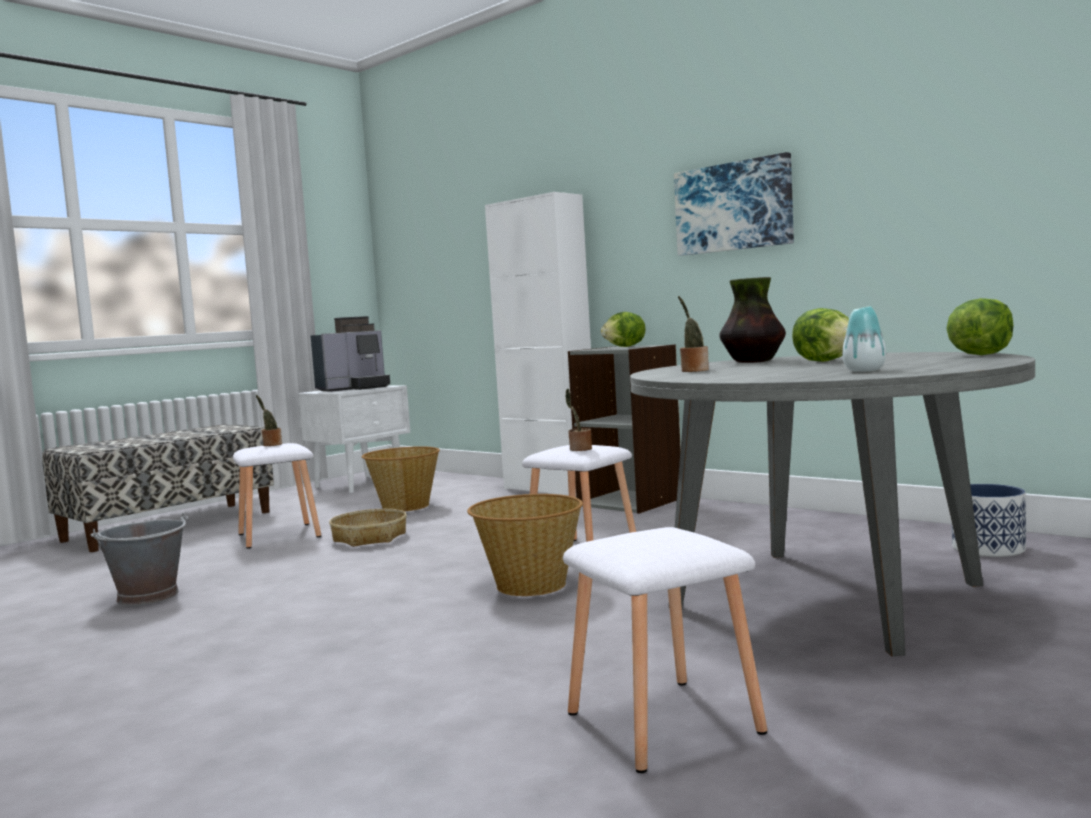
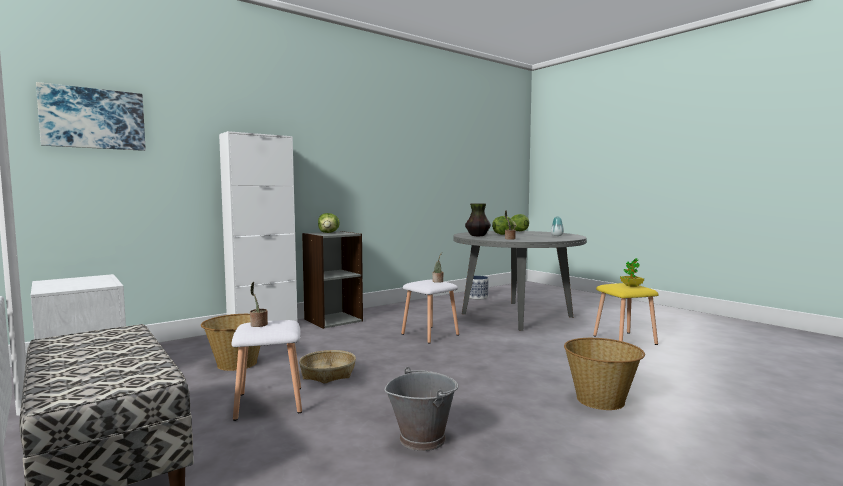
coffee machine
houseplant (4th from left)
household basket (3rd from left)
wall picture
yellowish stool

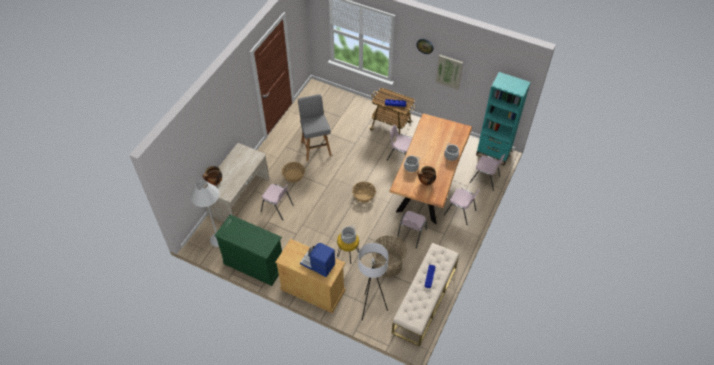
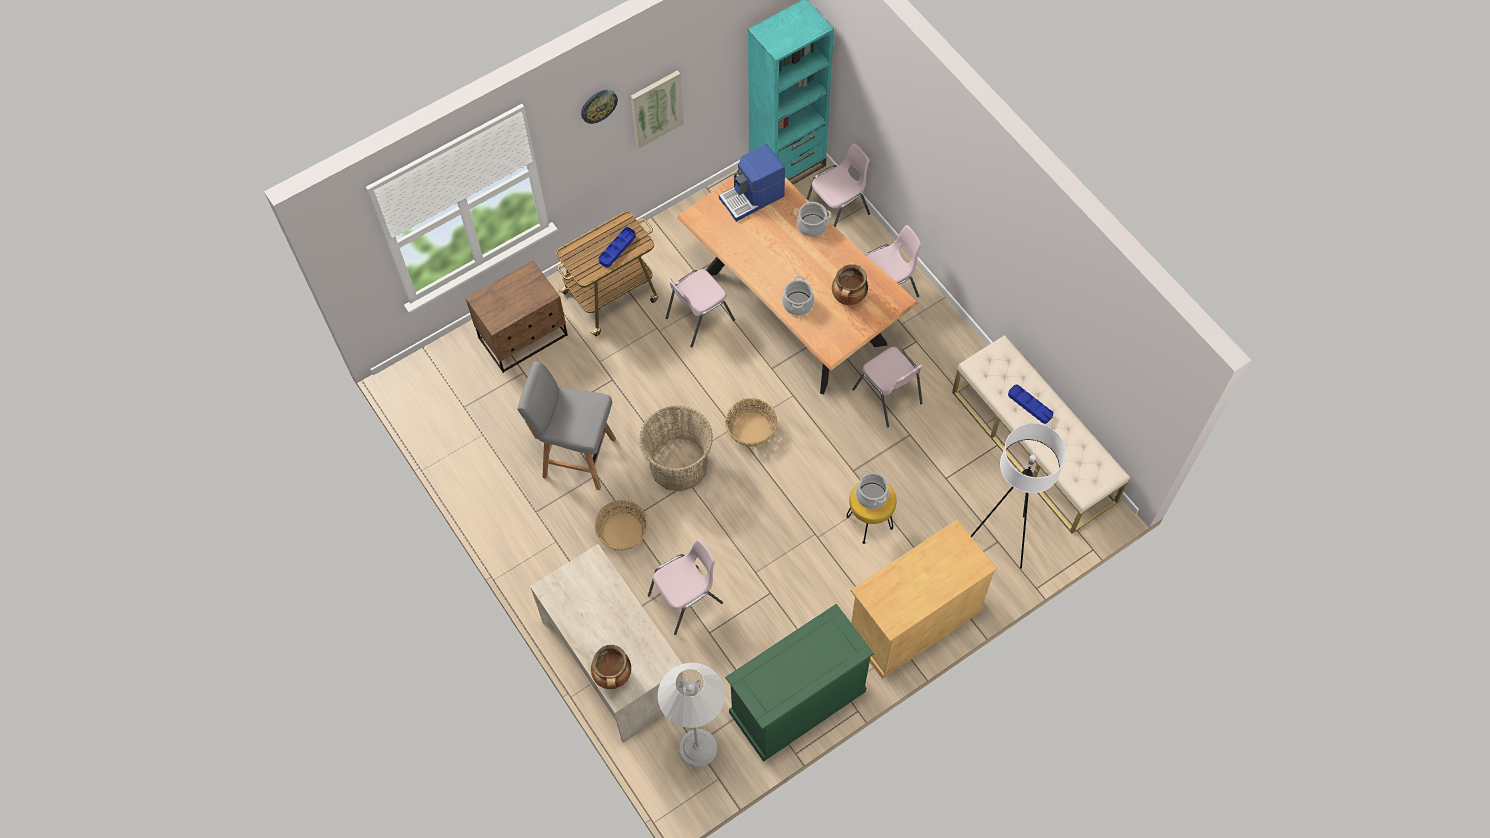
brown-coloured nightstand
coffee machine
household basket (2nd from left)

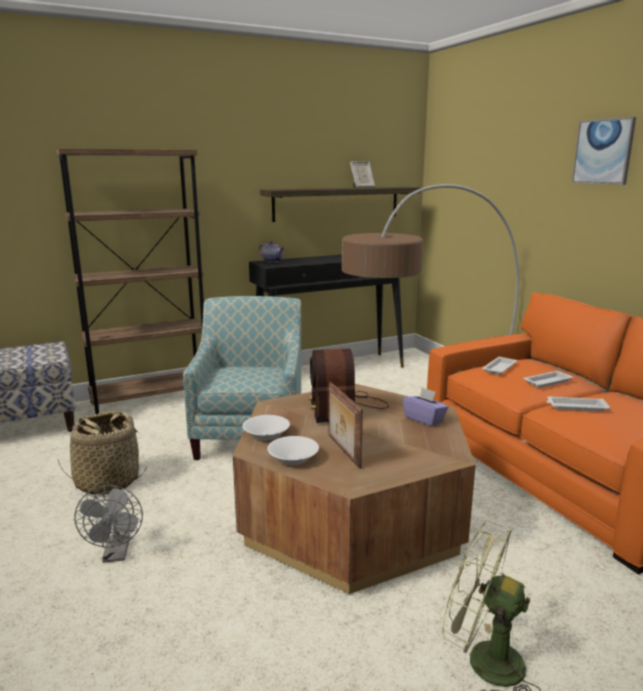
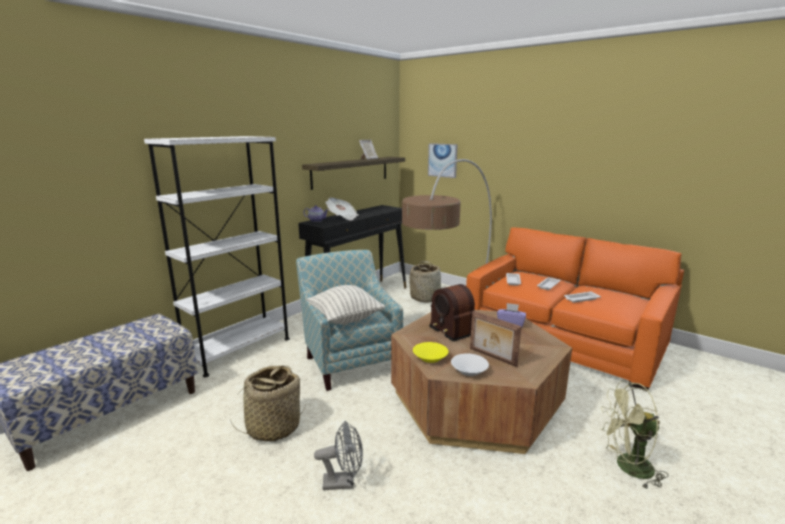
cushion
newspaper
household basket (2nd from left)
wall picture
white-coloured shelving unit
yellowish deep dish
greyish fan

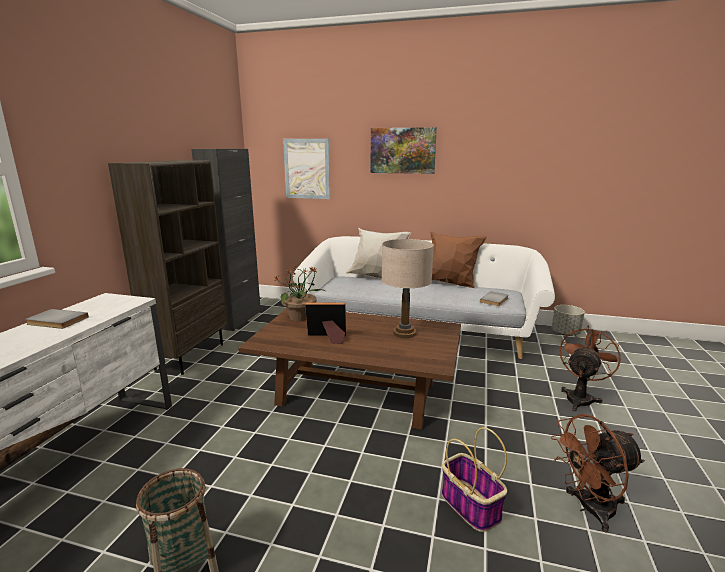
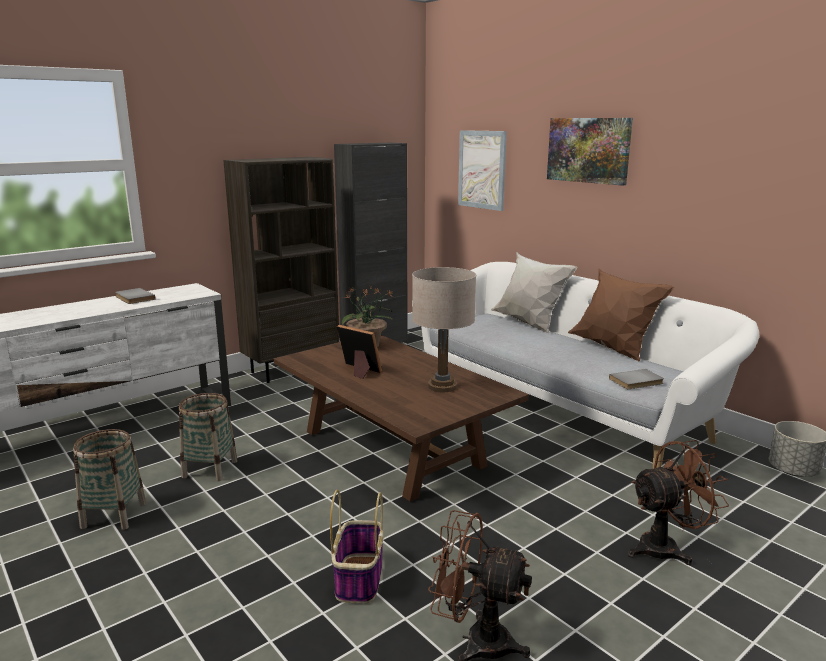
household basket (2nd from left)

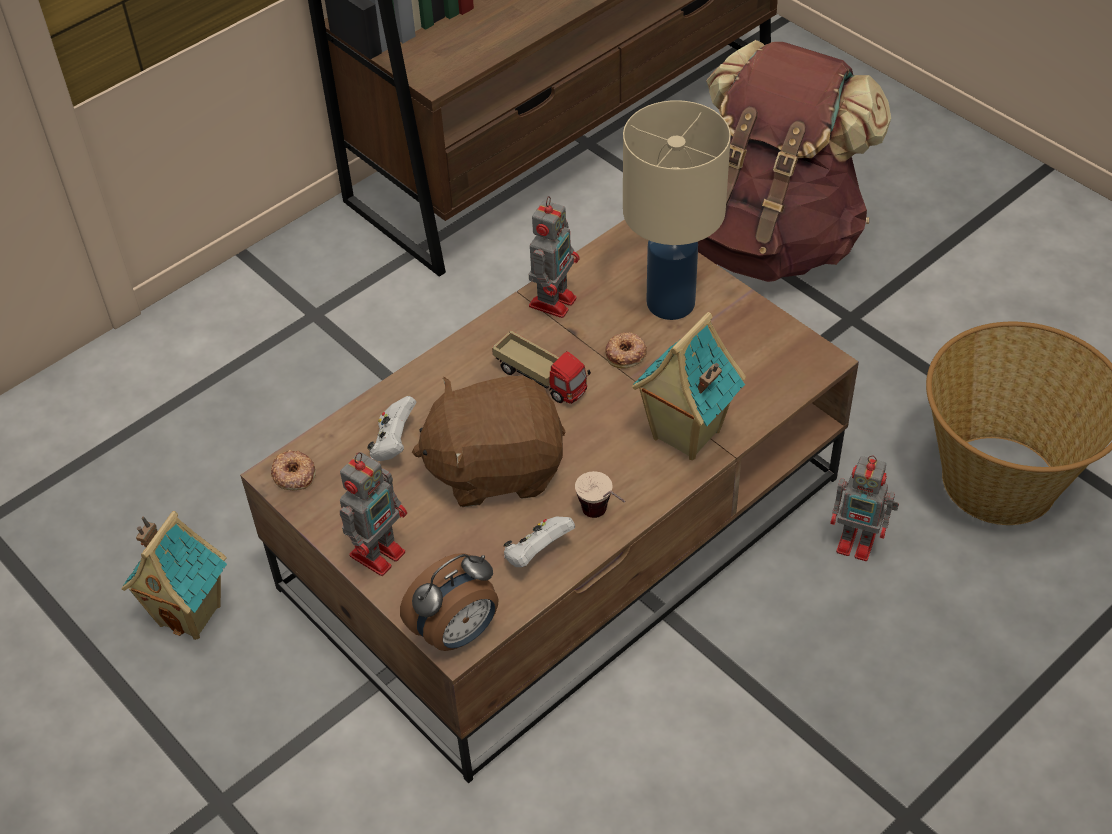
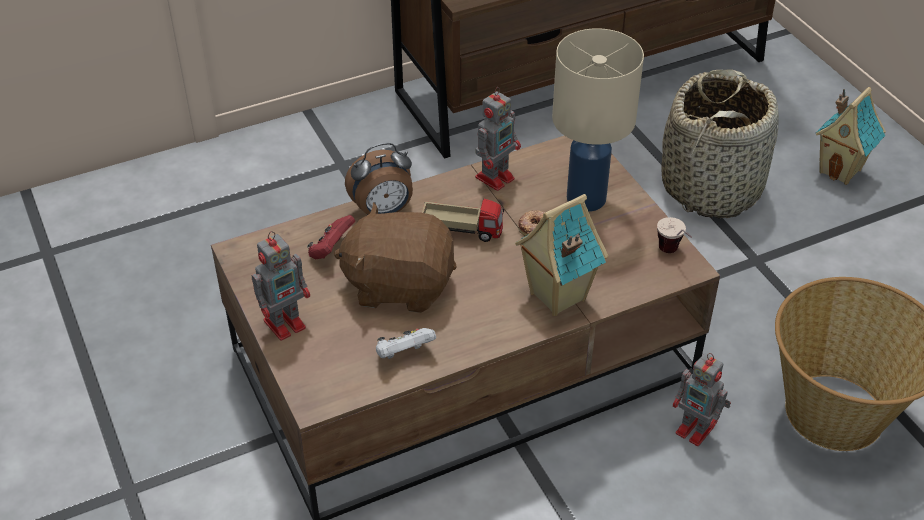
donut (1st from left in the first image)
toy house (2nd from left)
bedside clock
drinking cup
household basket (1st from left)
red-coloured game controller
toy lorry

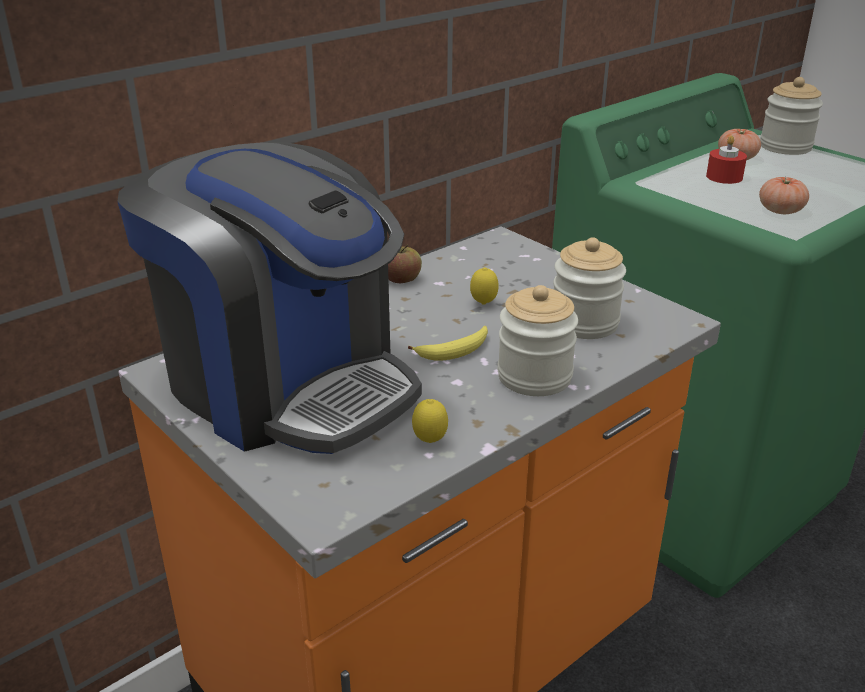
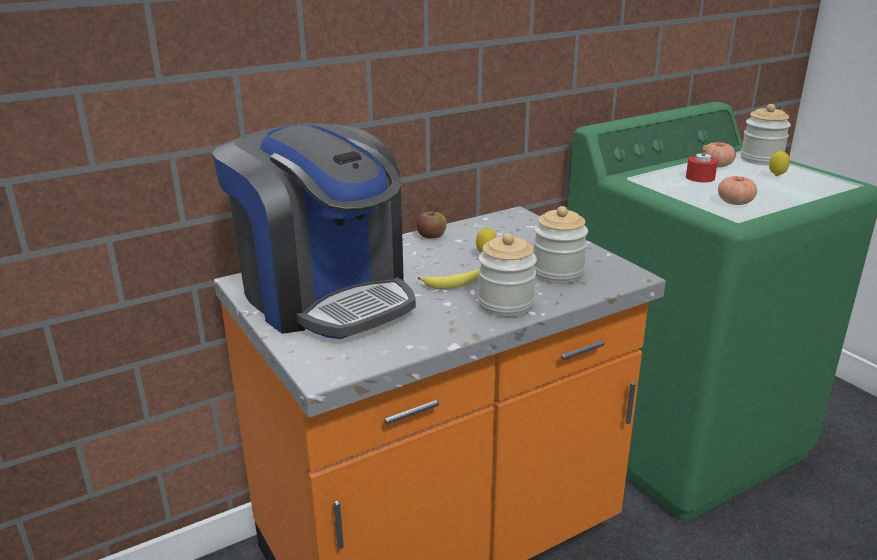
whole lemon (2nd from left)

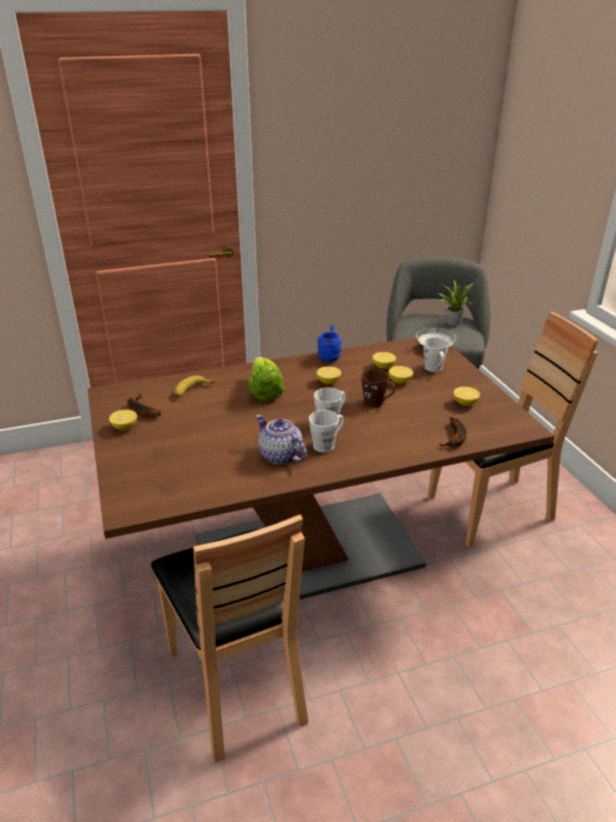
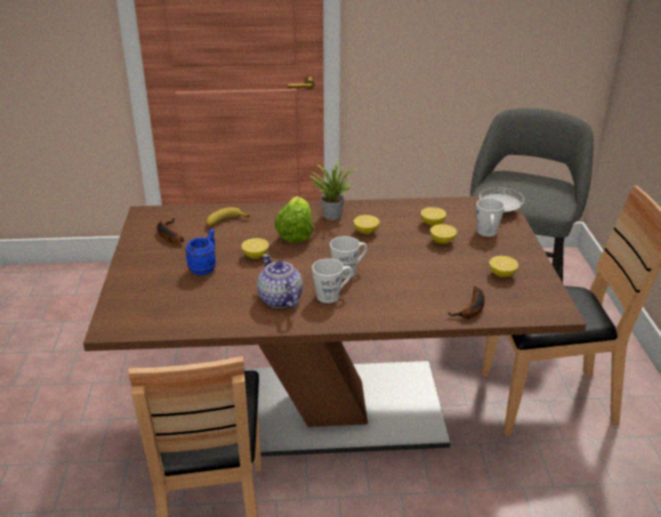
brown-coloured mug
whole lemon (1st from left)
blue mug
houseplant

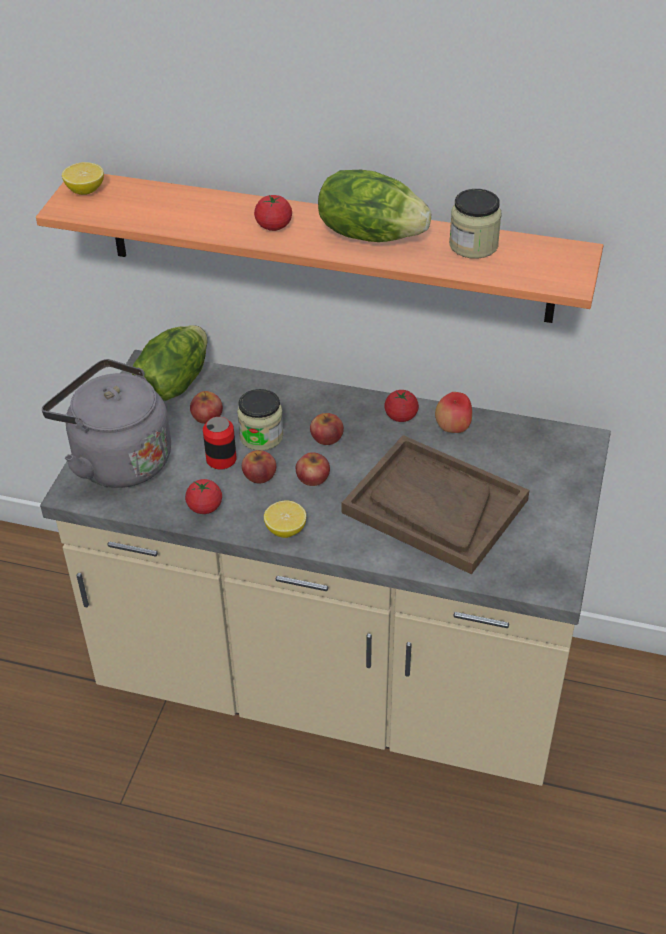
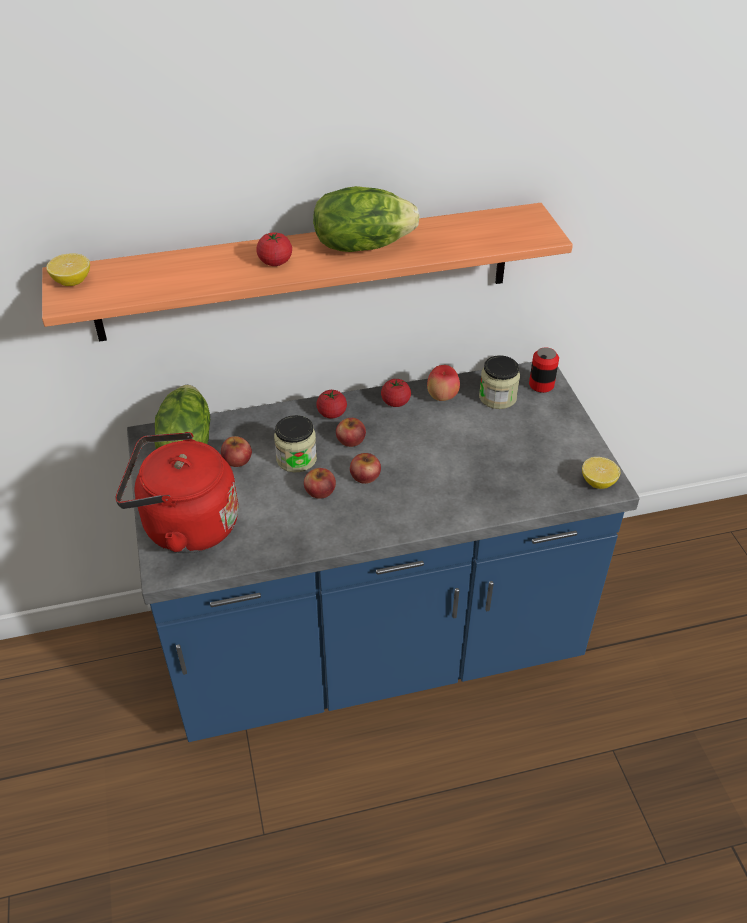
brown-coloured carrying tray
tomato (2nd from left)
sealed can
whole lemon (2nd from left)
preserve jar (2nd from left)
blue counter
red-coloured kettle

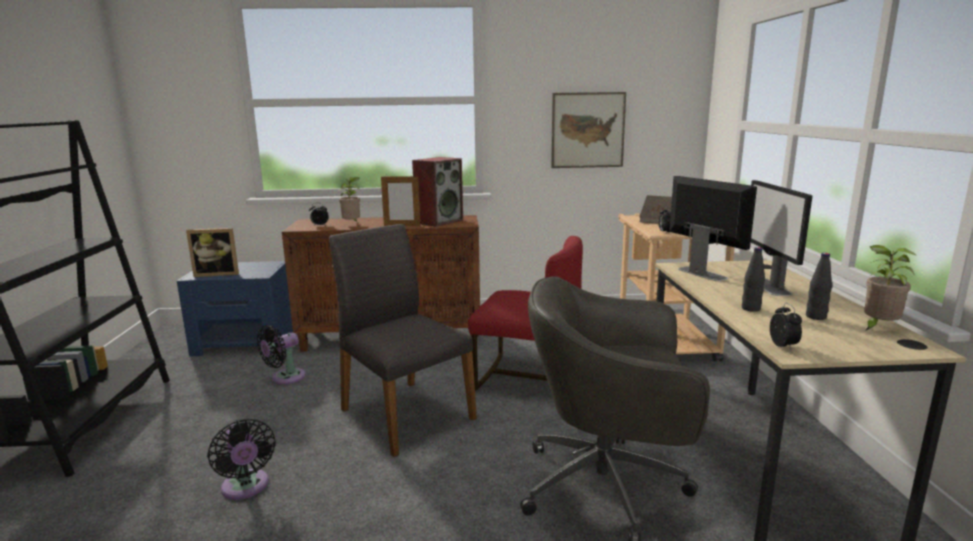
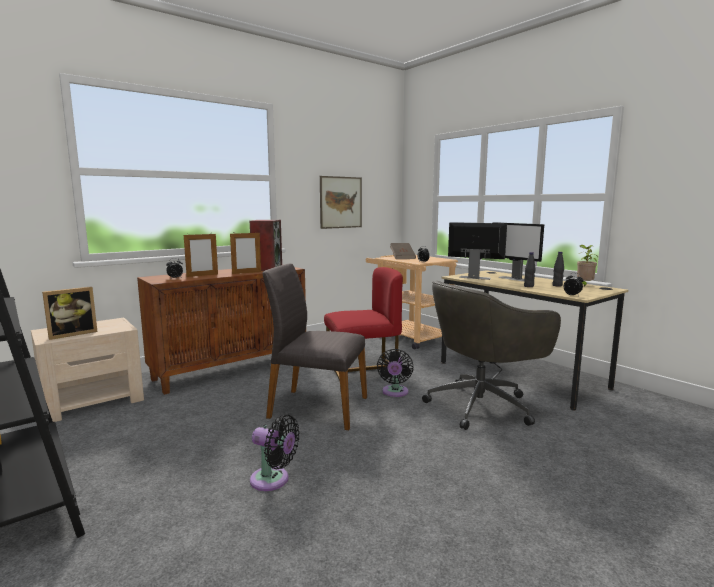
blackish fan (2nd from left)
standing frame (2nd from left)
sand-coloured nightstand

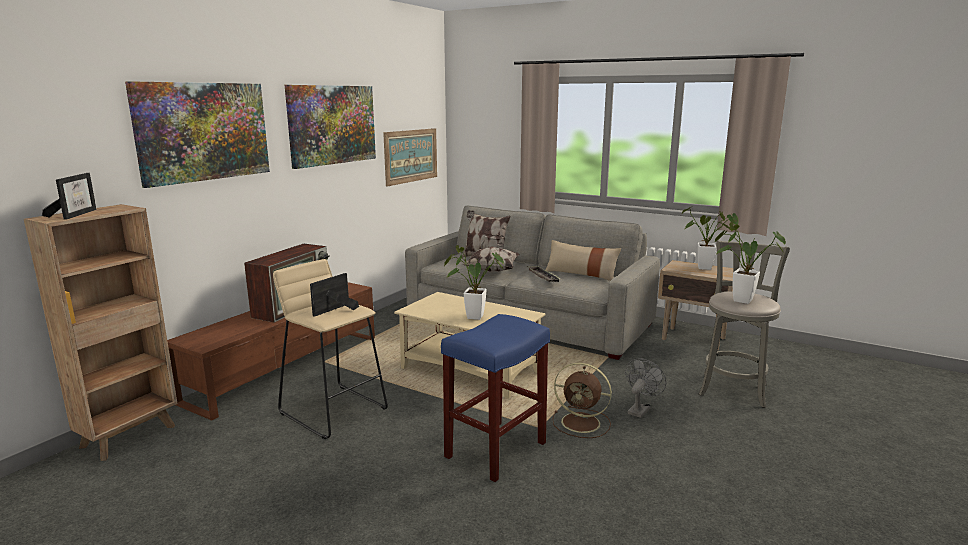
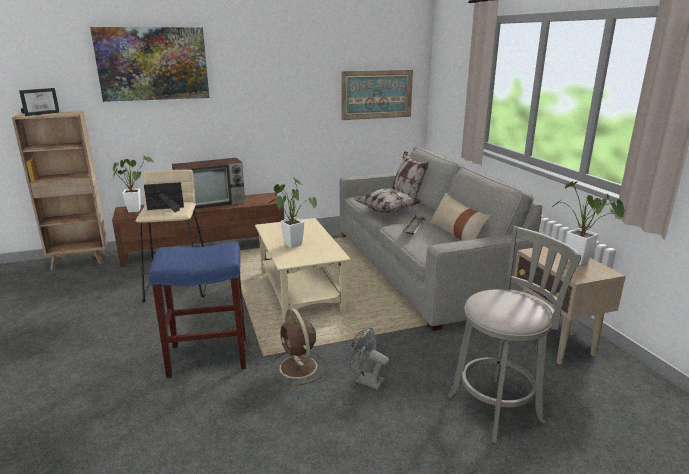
wall picture (2nd from left in the first image)
houseplant (1st from left)
greyish fan

